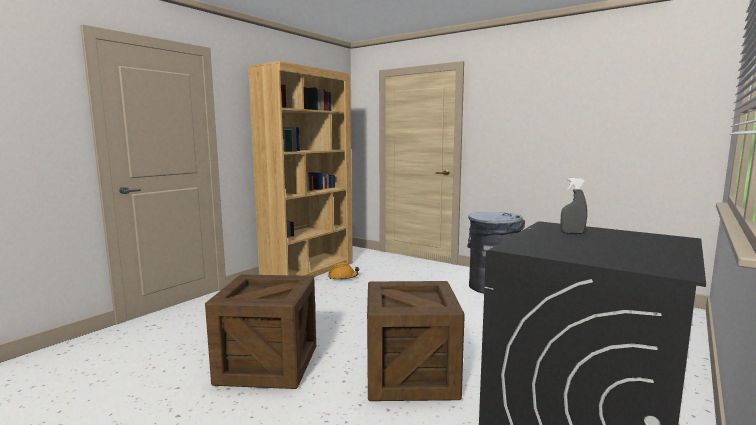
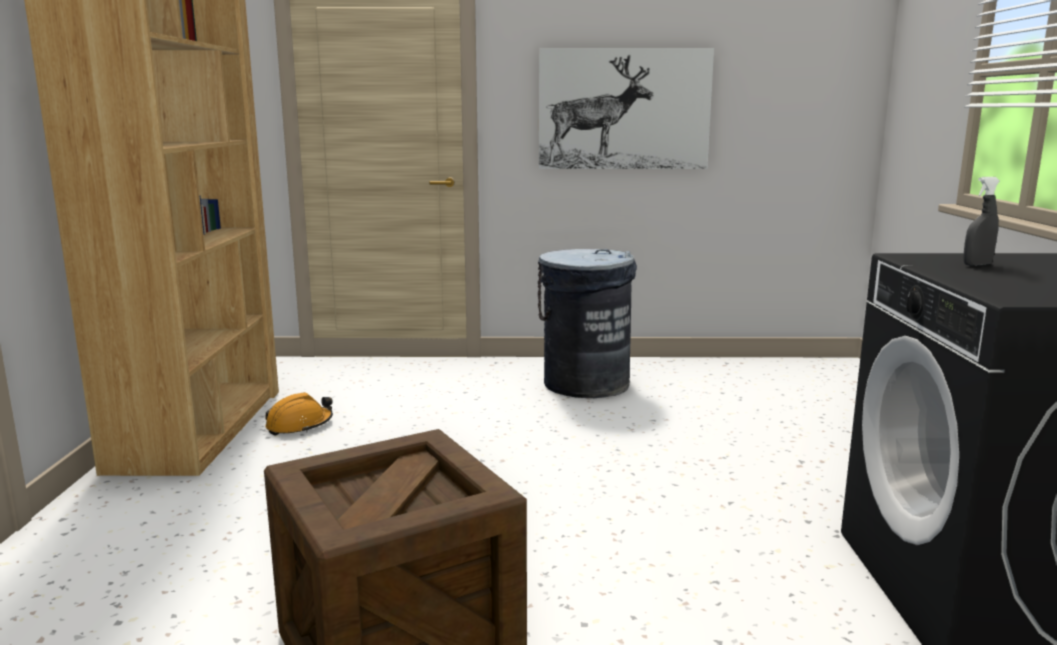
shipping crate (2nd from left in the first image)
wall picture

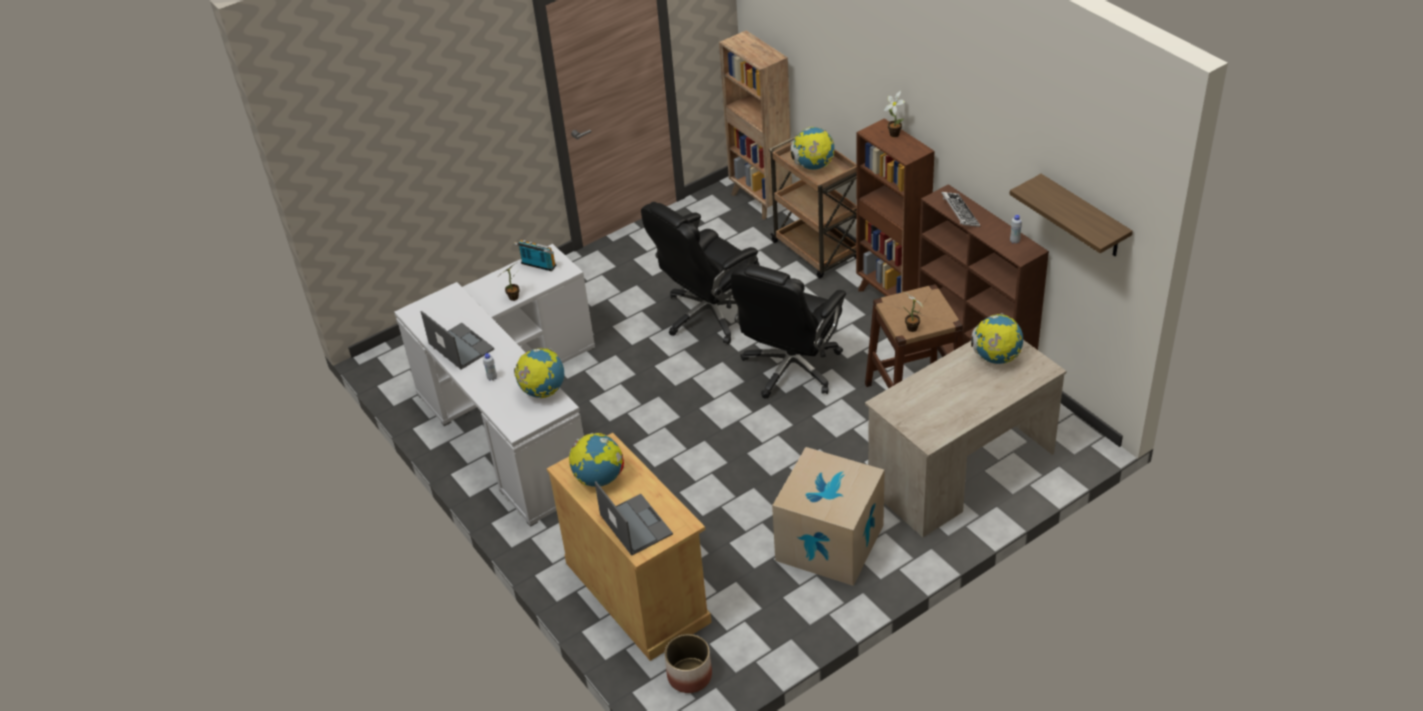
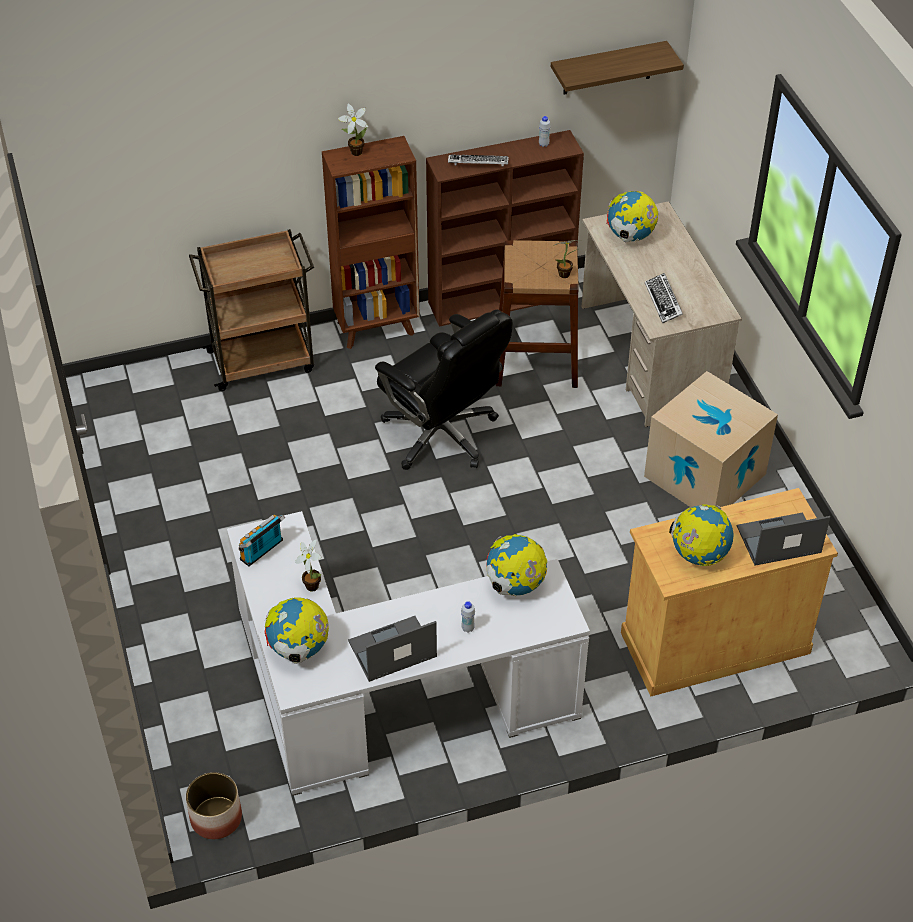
blackish office chair (1st from left in the first image)
brown-coloured shelving unit (1st from left in the first image)
PC keyboard (2nd from left)
plant pot
desk globe (1st from left)

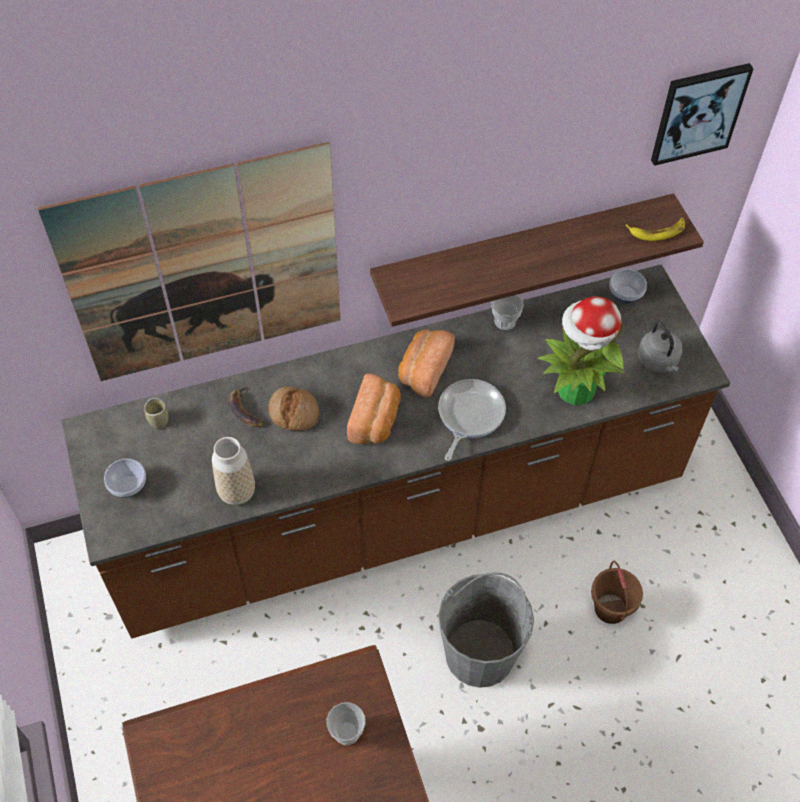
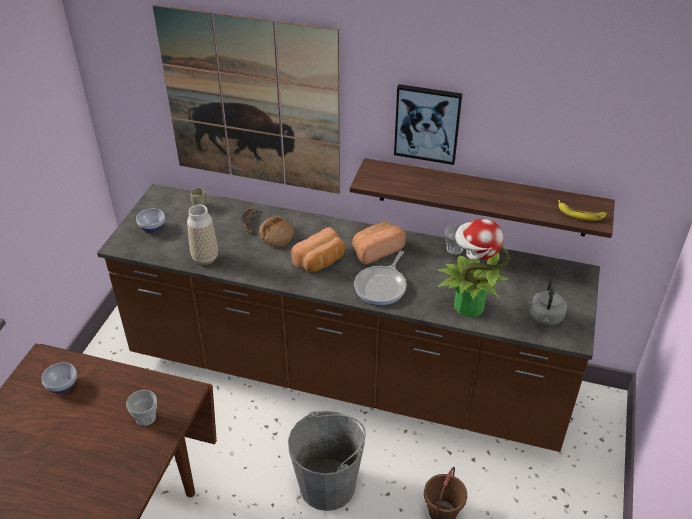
deep dish (1st from left)
wall picture (2nd from left)
pan

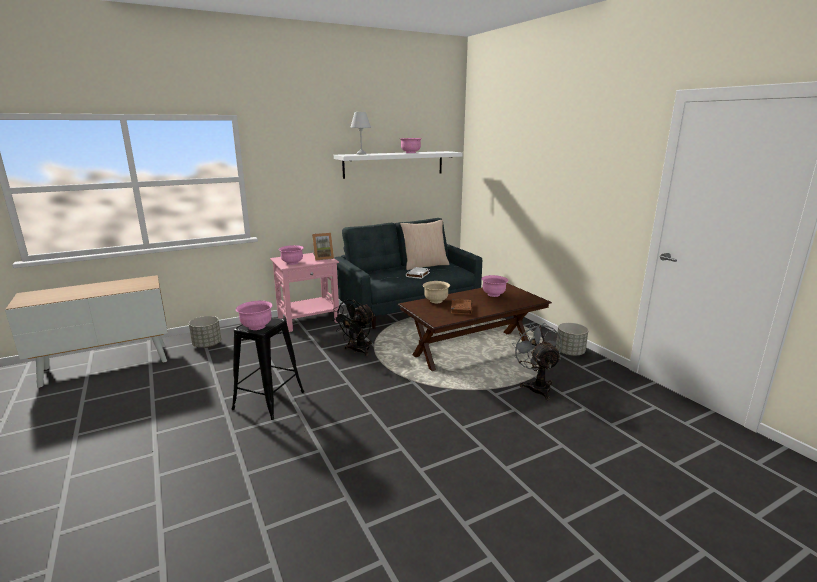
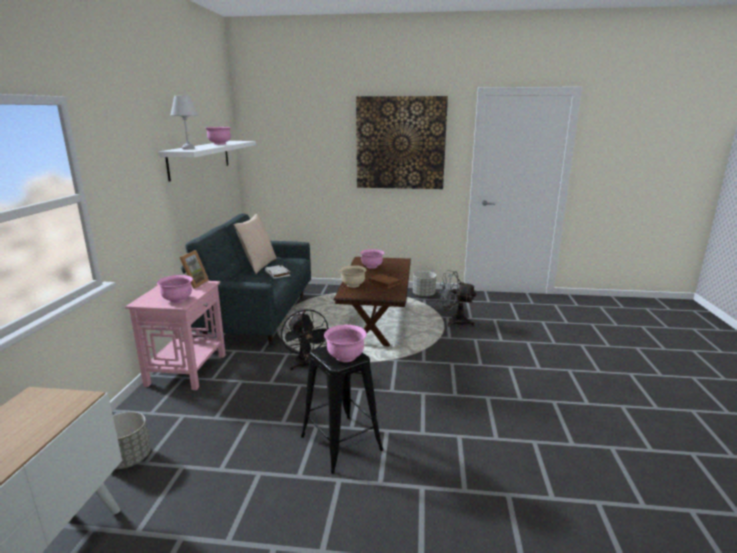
wall picture

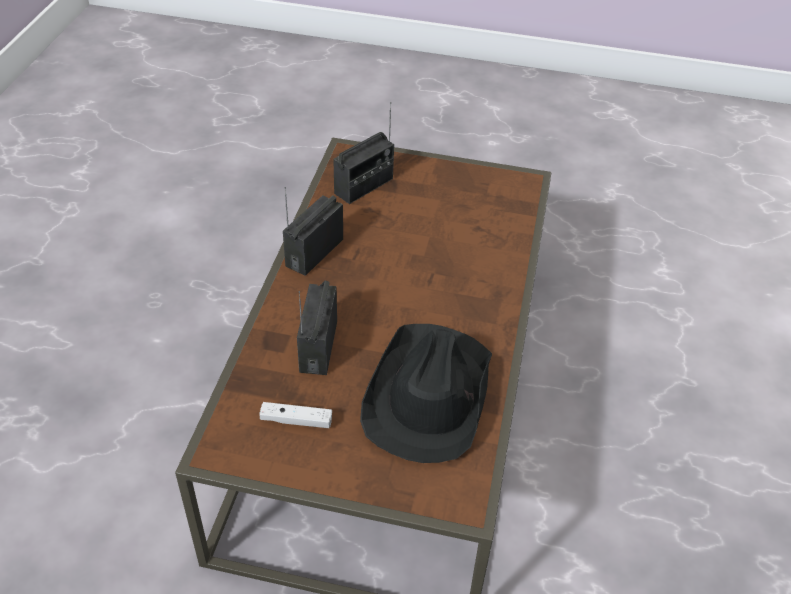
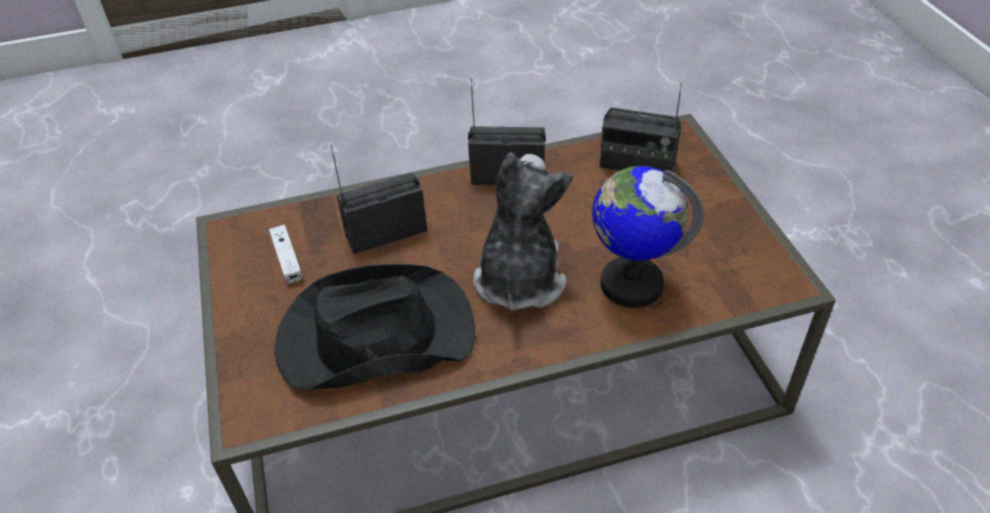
soft toy
desk globe

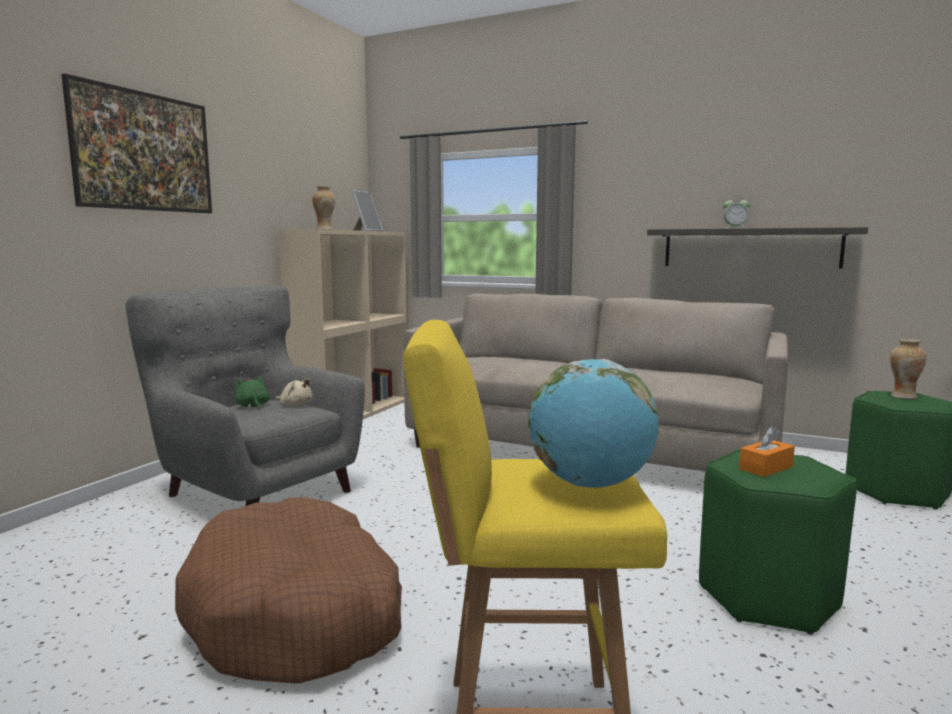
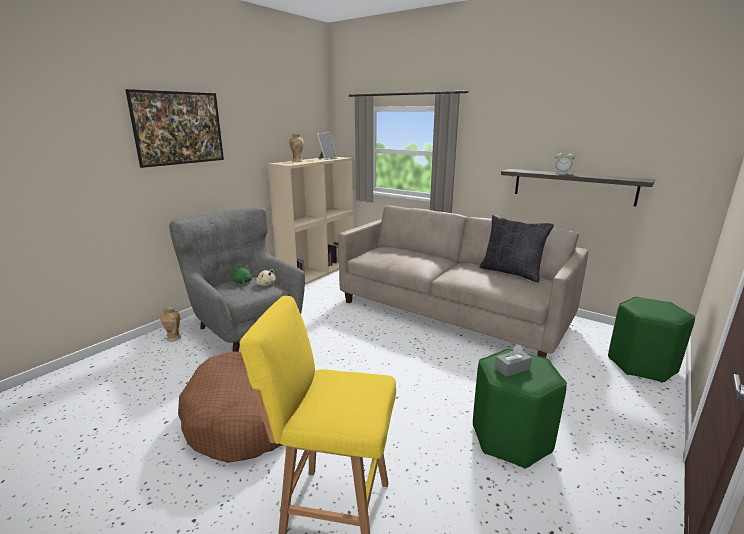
desk globe
blackish cushion
decorative vase (1st from left)
greyish tissue holder

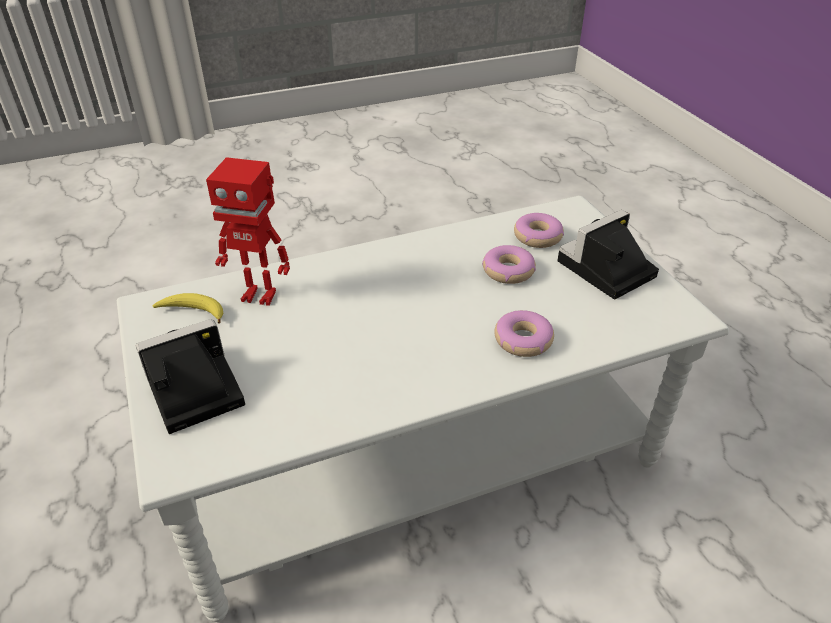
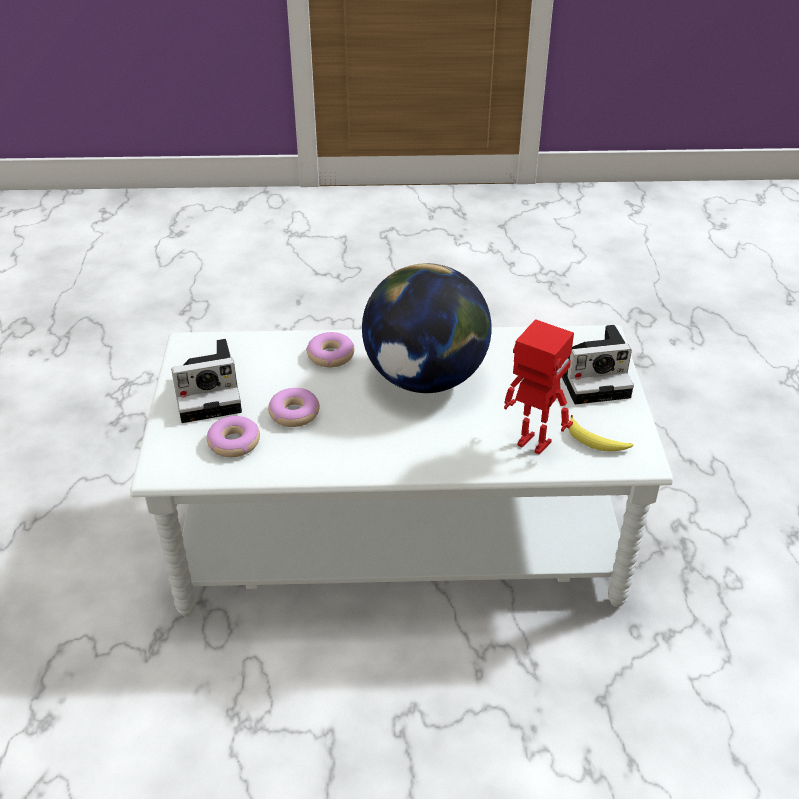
desk globe

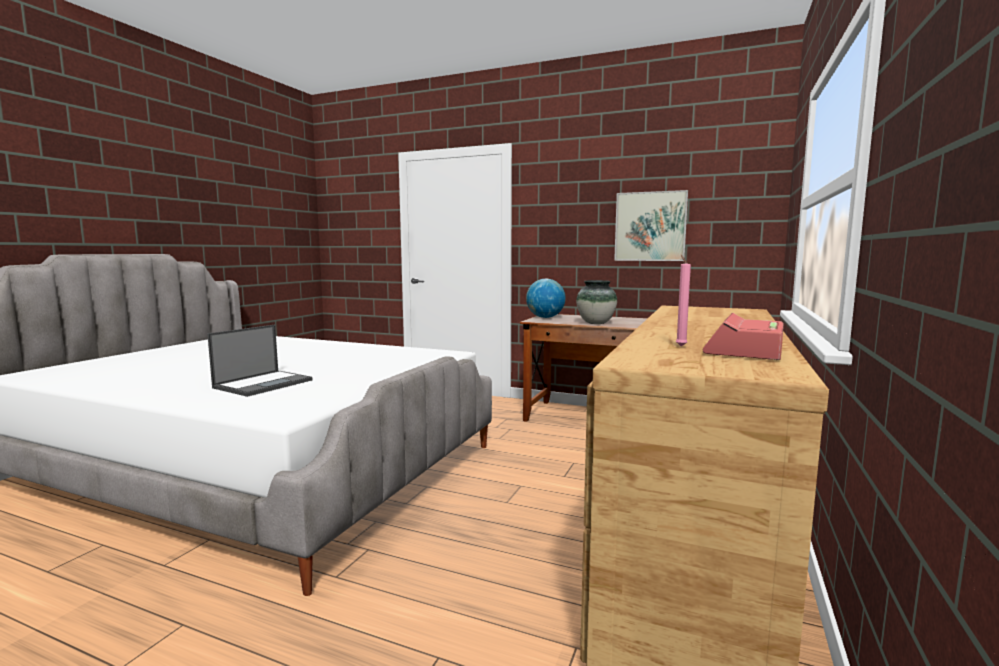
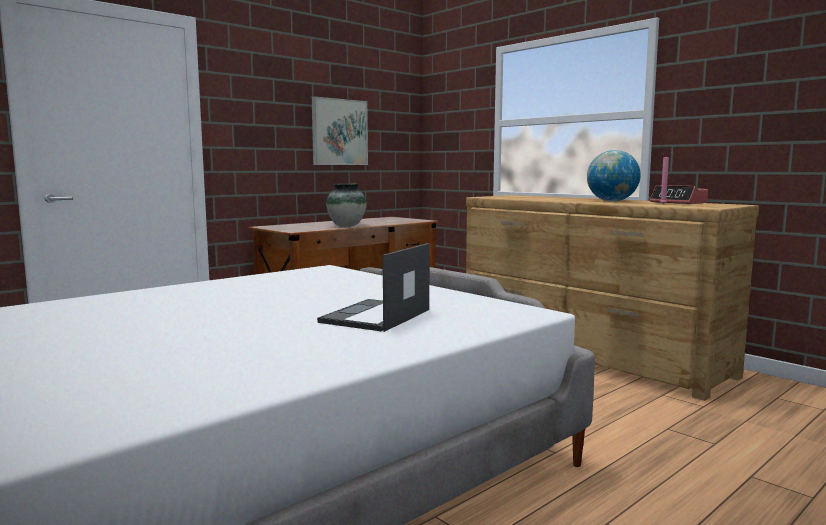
desk globe
portable computer

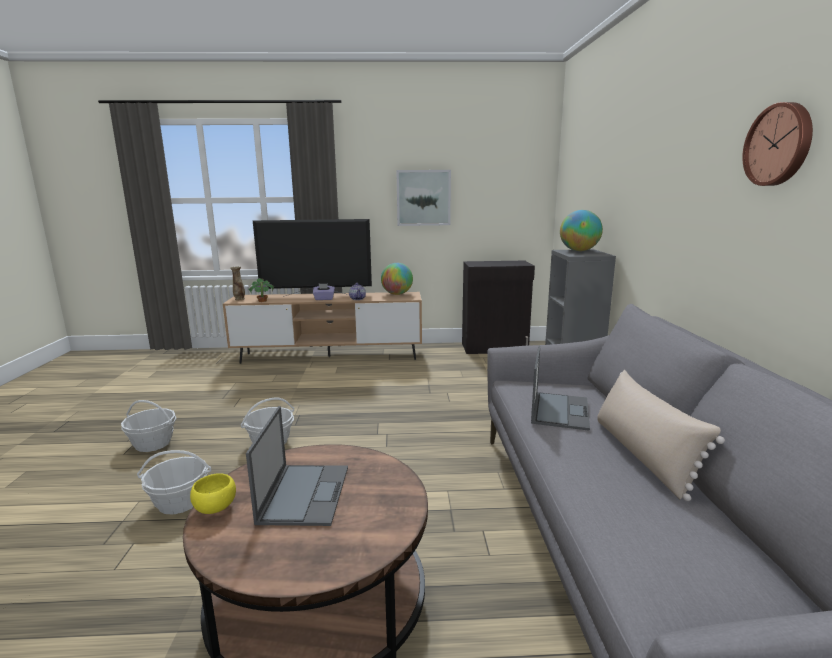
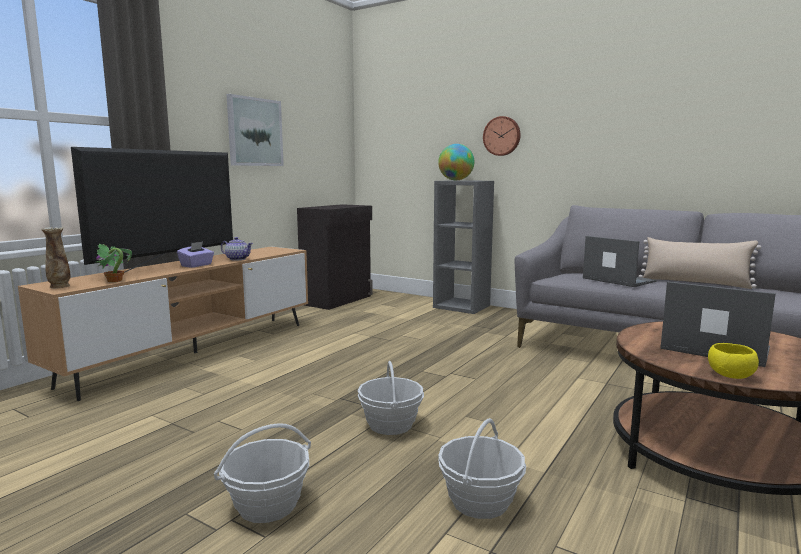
desk globe (1st from left in the first image)
hanging clock

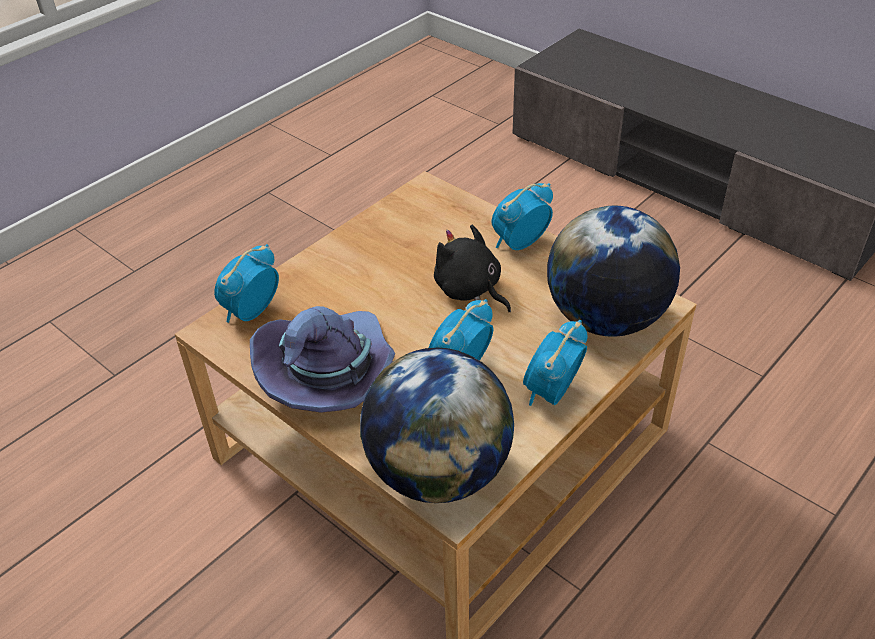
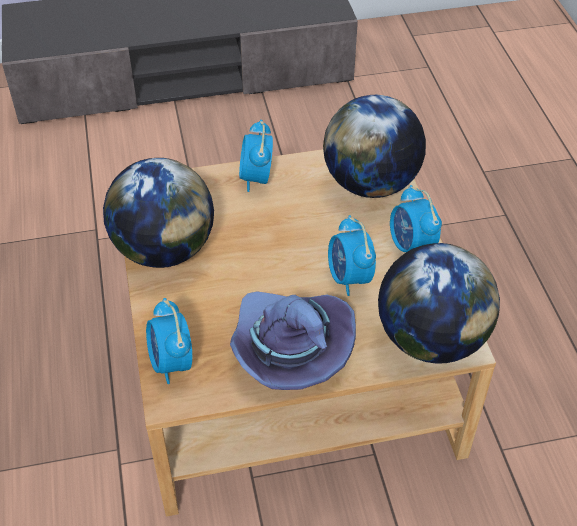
blackish soft toy
desk globe (1st from left)

